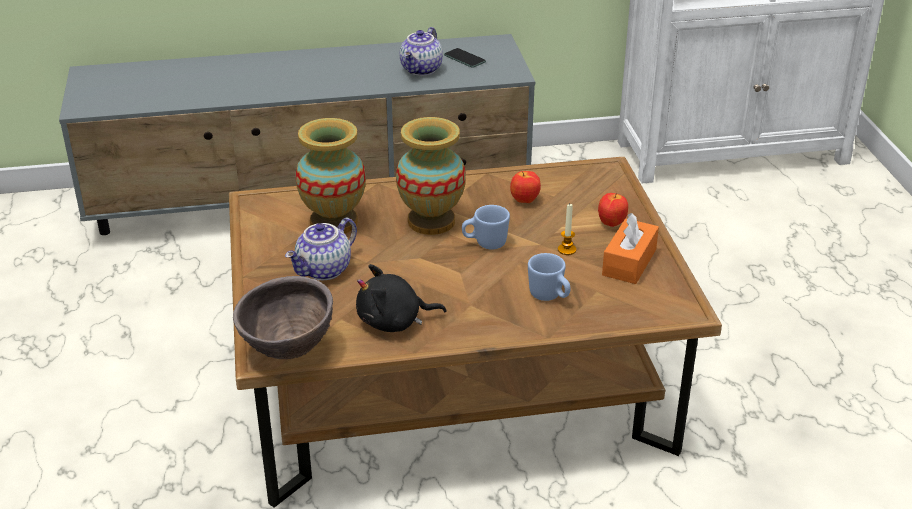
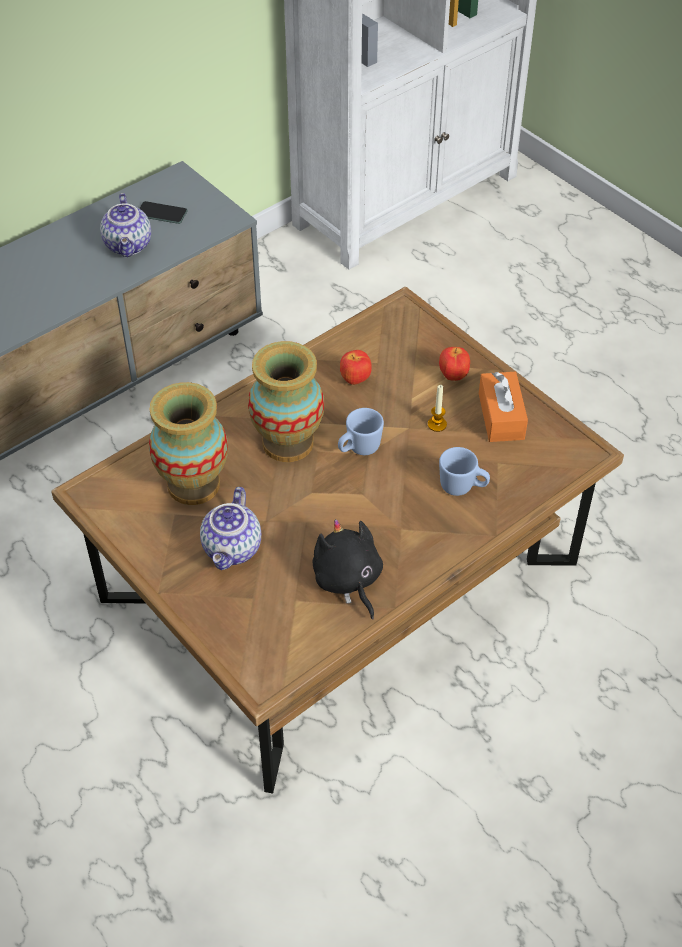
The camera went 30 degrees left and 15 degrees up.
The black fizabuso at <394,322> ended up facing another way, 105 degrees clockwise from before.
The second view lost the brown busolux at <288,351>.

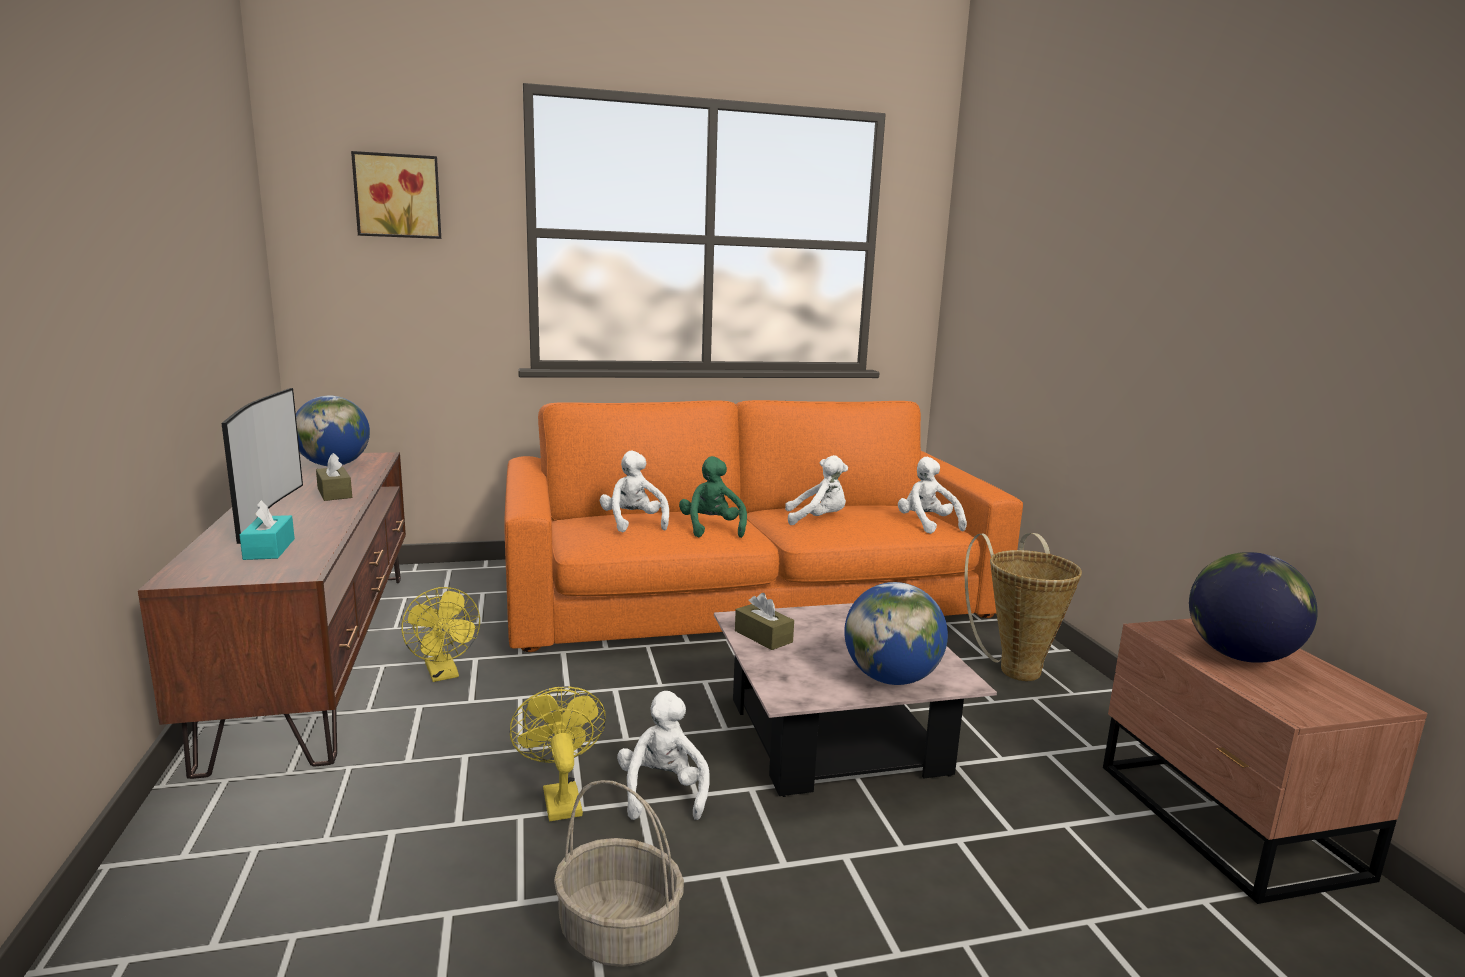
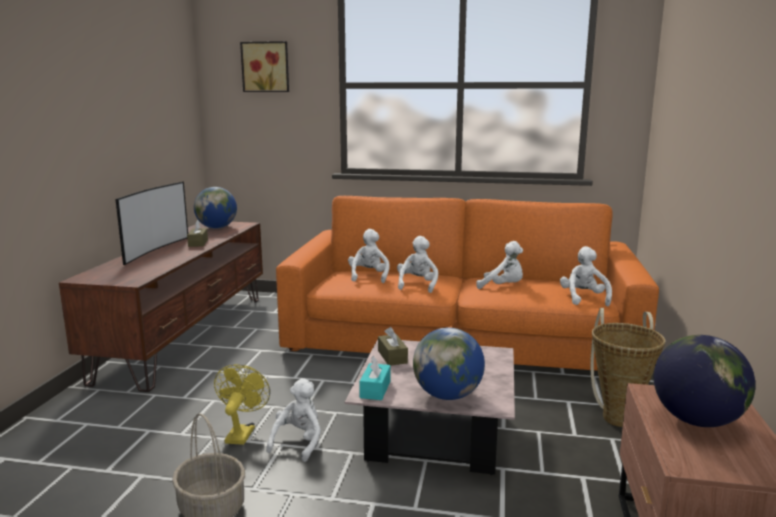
The camera went 25 degrees right and 0 degrees up.
The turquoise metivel ended up elsewhere, having gone from <269,549> to <375,389>.
What was the green fizabuso at <711,528> turned into the white fizabuso at <417,285>.
The second view lost the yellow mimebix at <444,674>.

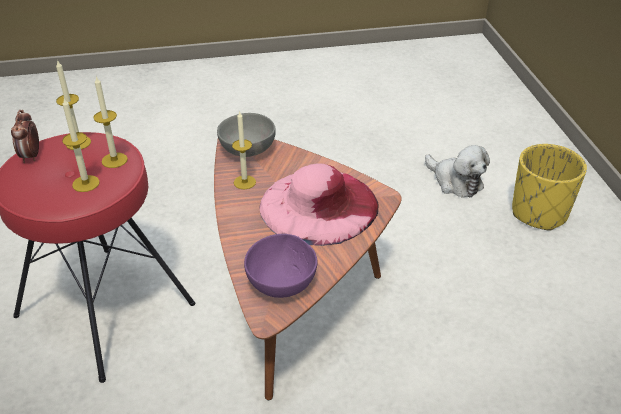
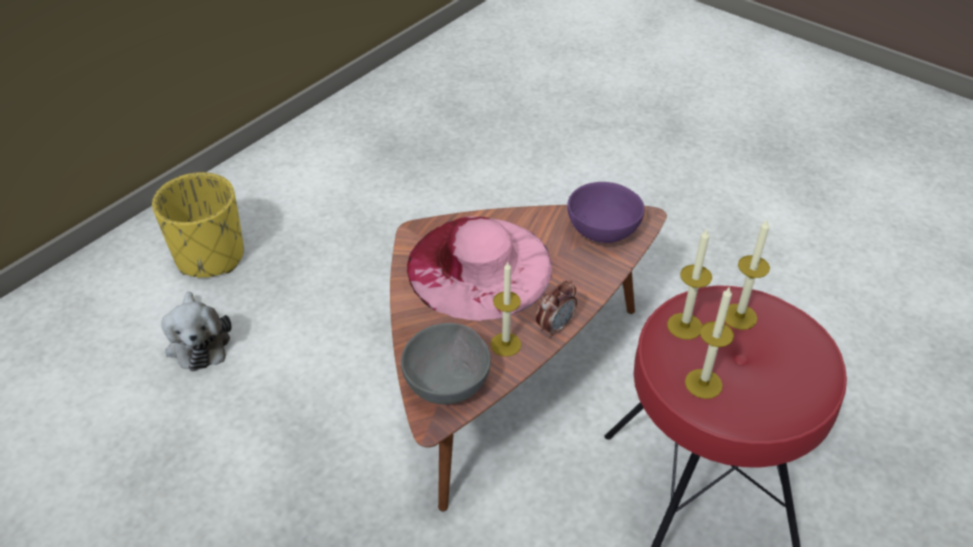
The camera went 130 degrees left and 5 degrees up.
The fizabuso at <455,182> ended up facing another way, 150 degrees clockwise from before.
The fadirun ended up elsewhere, having gone from <31,156> to <555,327>.

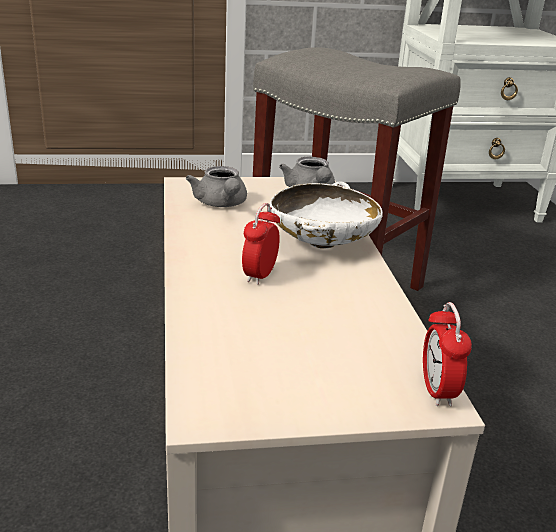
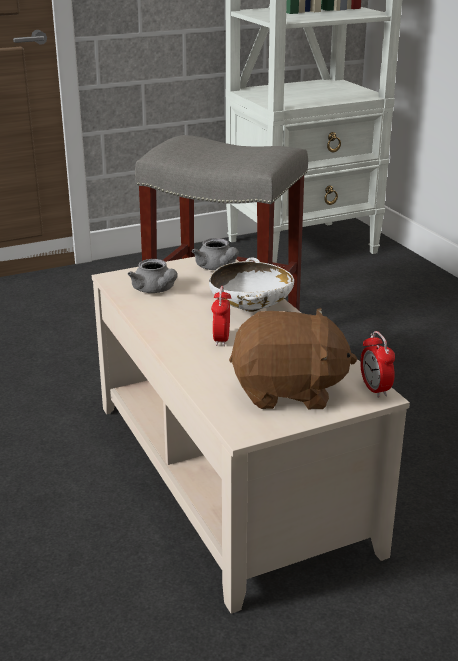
The camera went 15 degrees left and 0 degrees up.
The second view gained the brown fizabuso at <288,391>.

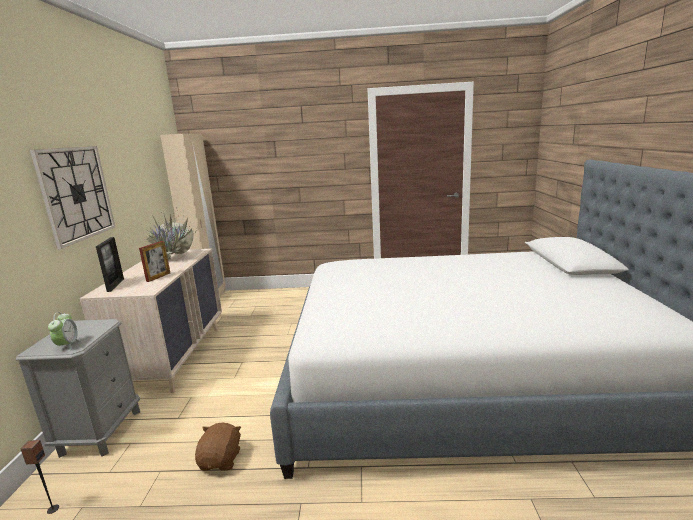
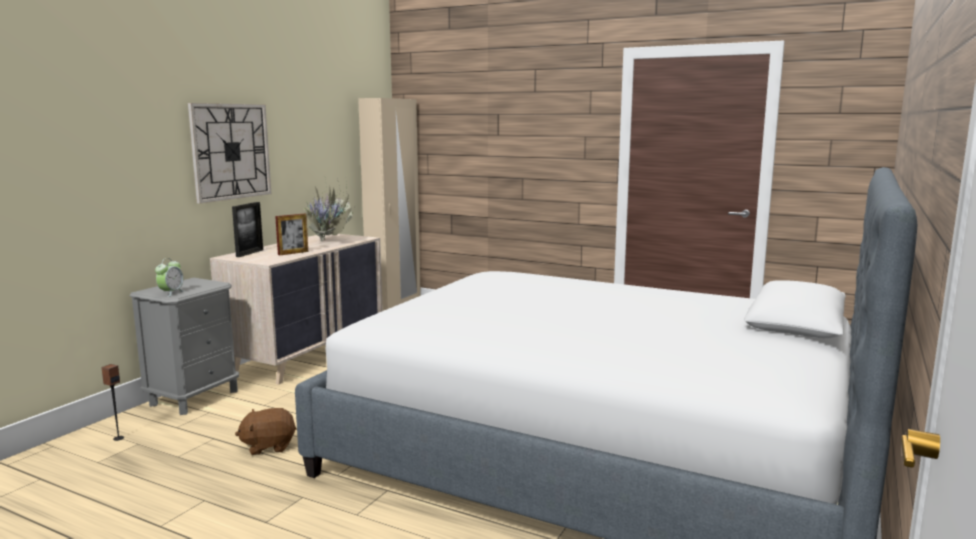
The camera went 25 degrees right and 5 degrees down.
The brown fizabuso at <221,460> ended up facing another way, 135 degrees counterclockwise from before.

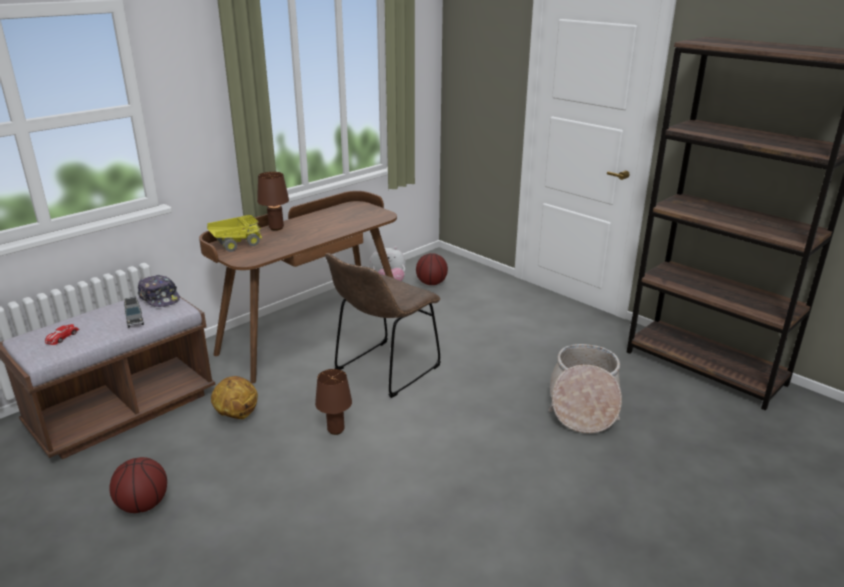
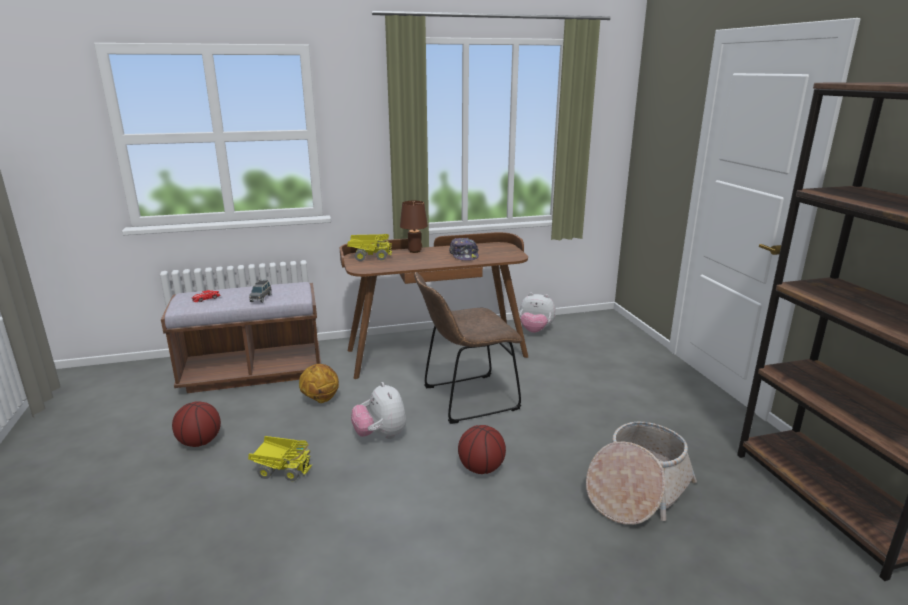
The camera went 30 degrees right and 5 degrees down.
The second view gained the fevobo at <282,469>.
Where the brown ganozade stood at <336,430>, the fizabuso came to stand at <380,435>.
The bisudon ended up elsewhere, having gone from <159,298> to <464,255>.
The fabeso ended up elsewhere, having gone from <431,283> to <481,469>.

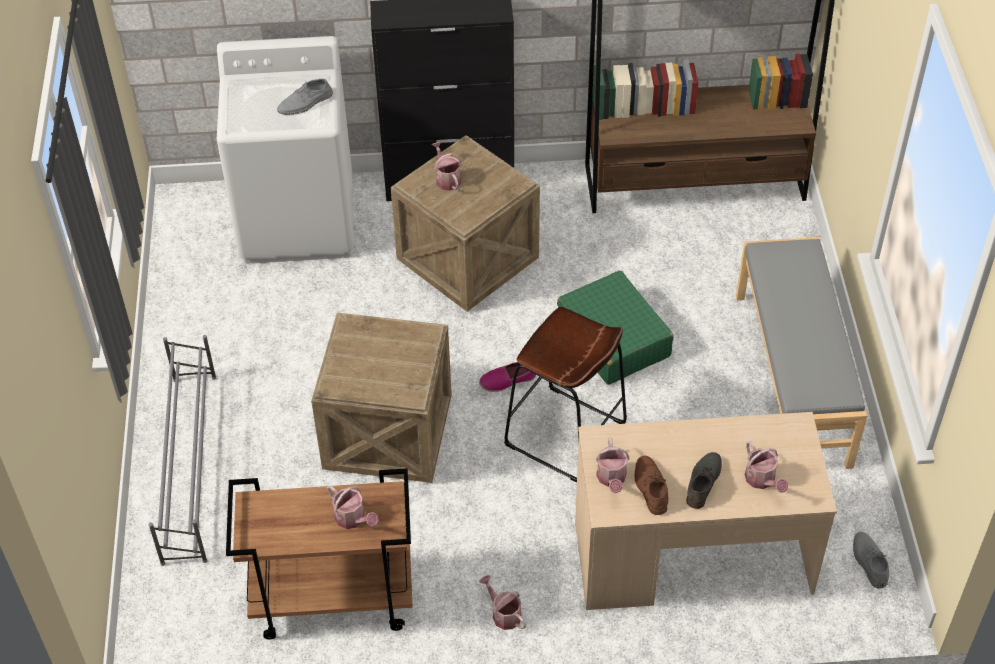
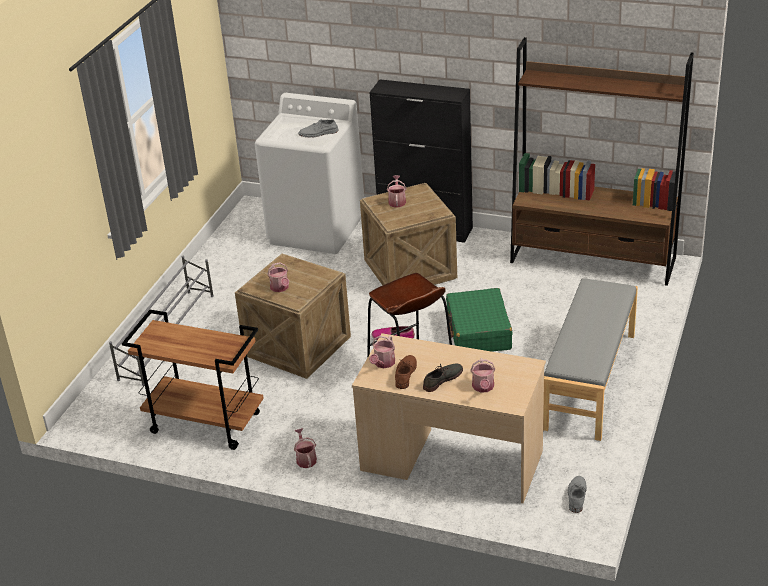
The camera went 25 degrees right and 15 degrees down.
The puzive ended up elsewhere, having gone from <353,519> to <280,288>.

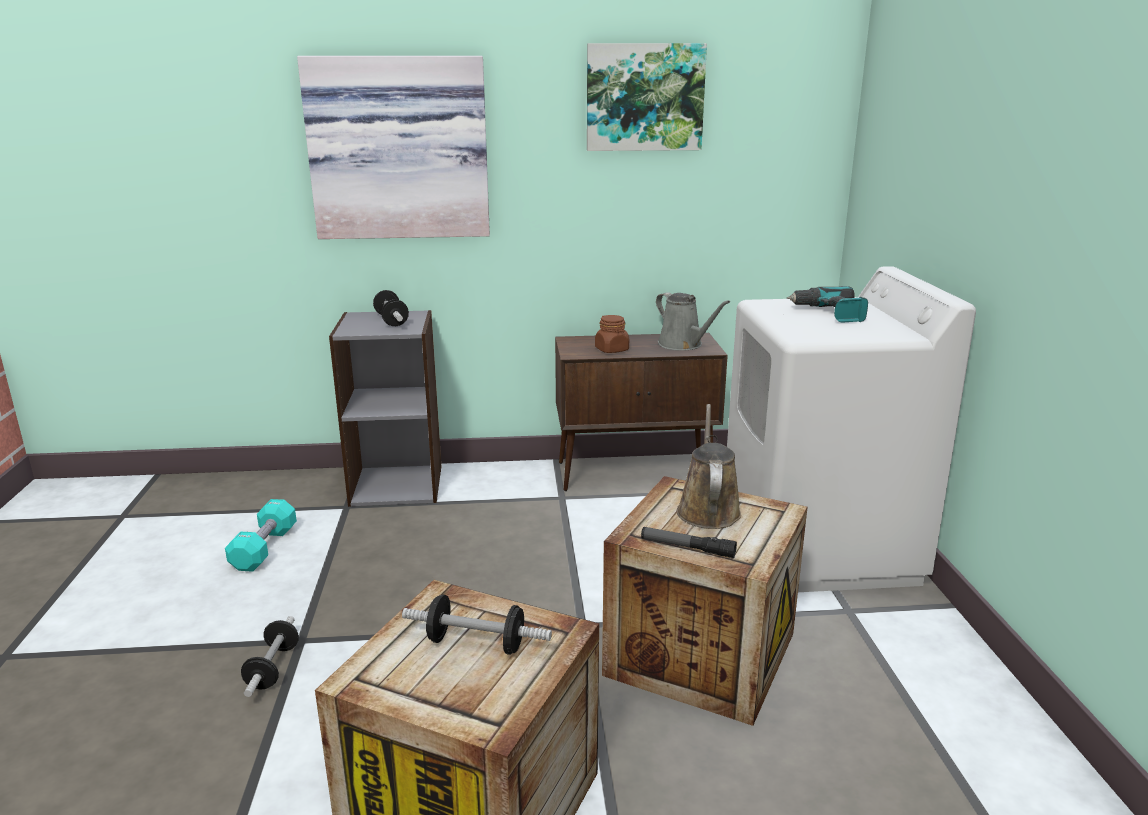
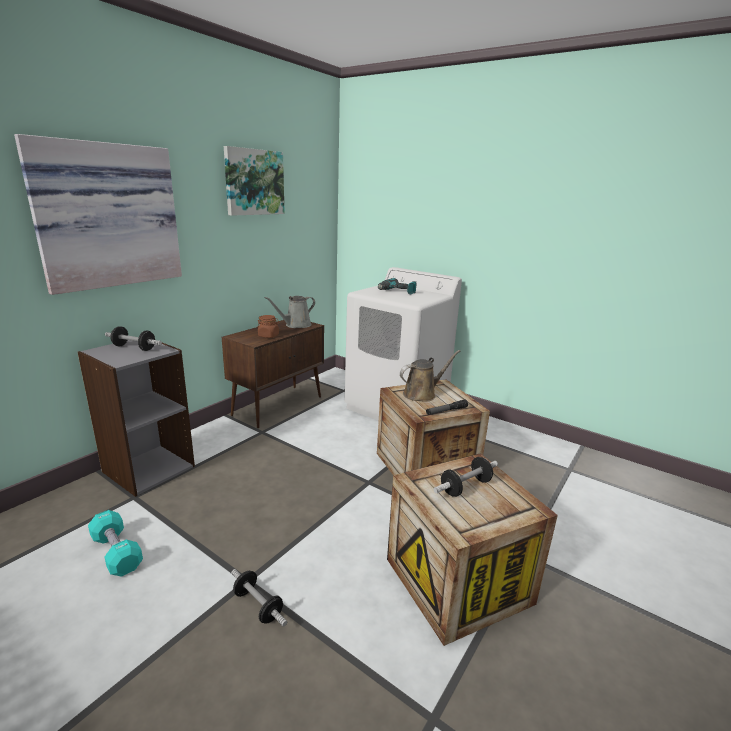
The camera went 50 degrees left and 0 degrees up.
The grey puzive at <683,345> ended up facing another way, 135 degrees clockwise from before.
The brown puzive at <708,509> ended up facing another way, 105 degrees clockwise from before.

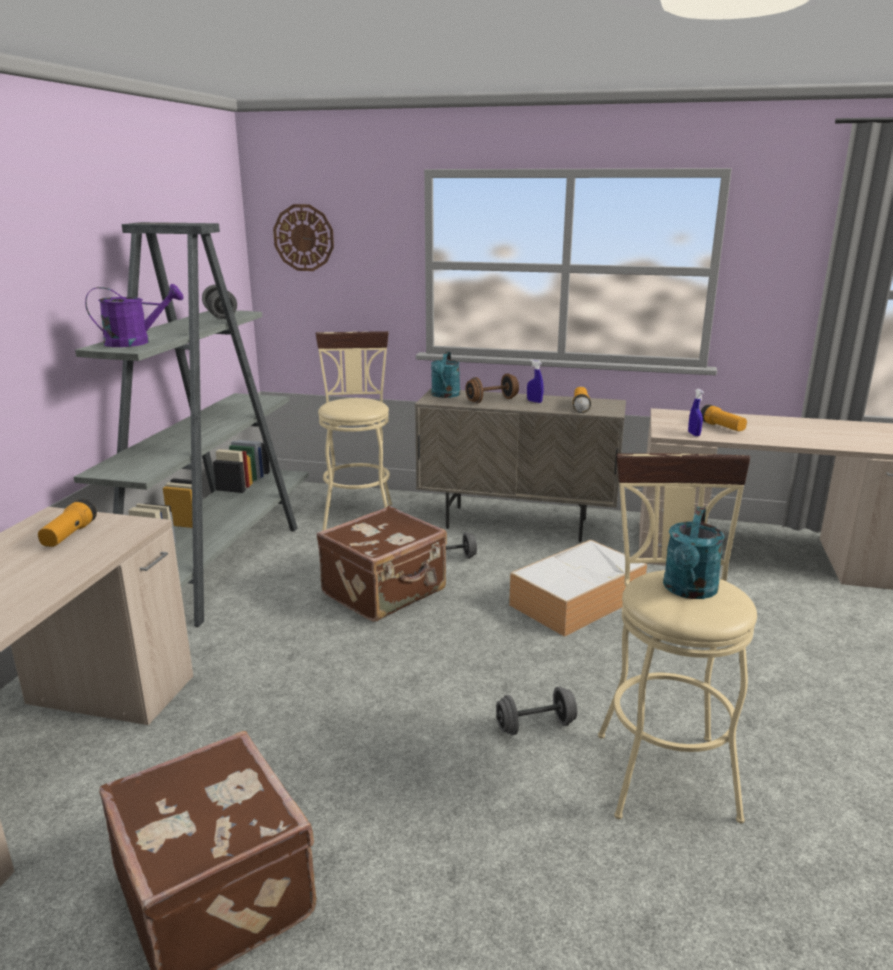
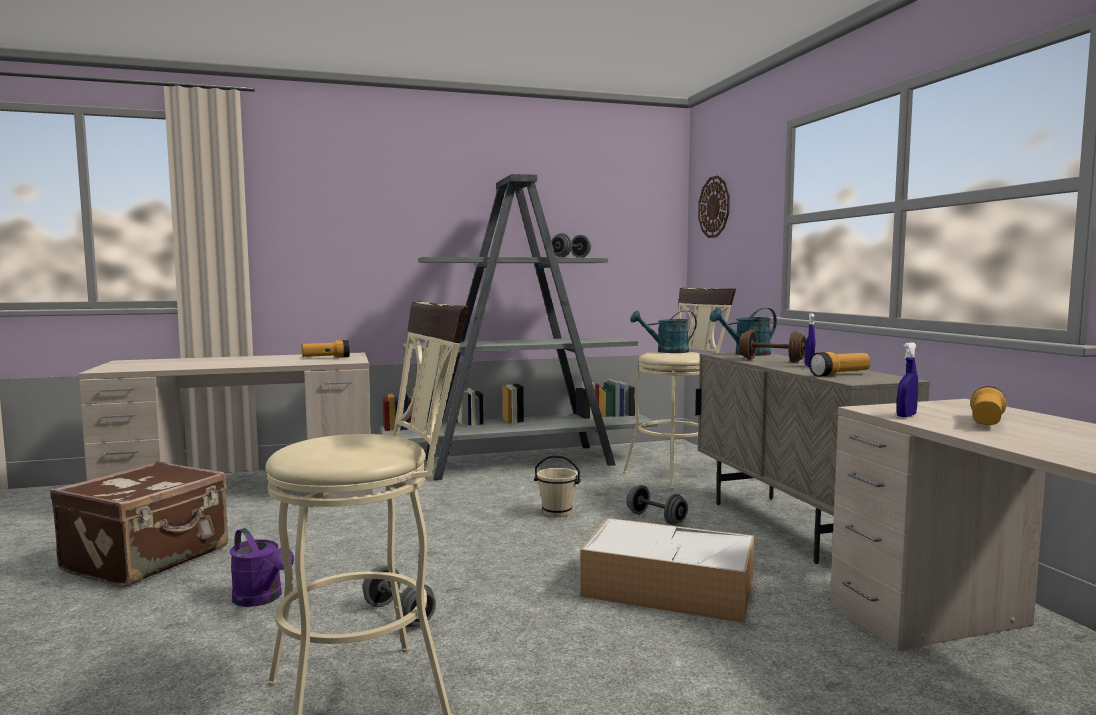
The camera went 60 degrees right and 15 degrees down.
The purple puzive ended up elsewhere, having gone from <136,342> to <262,599>.
Where the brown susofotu stood at <385,592>, the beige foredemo came to stand at <557,513>.
The turquoise puzive ended up elsewhere, having gone from <689,591> to <666,351>.

